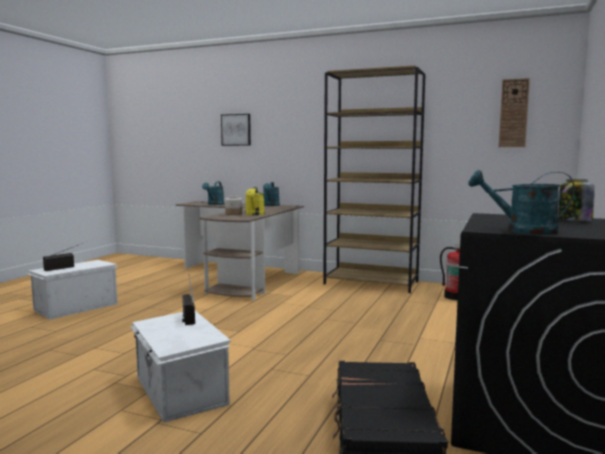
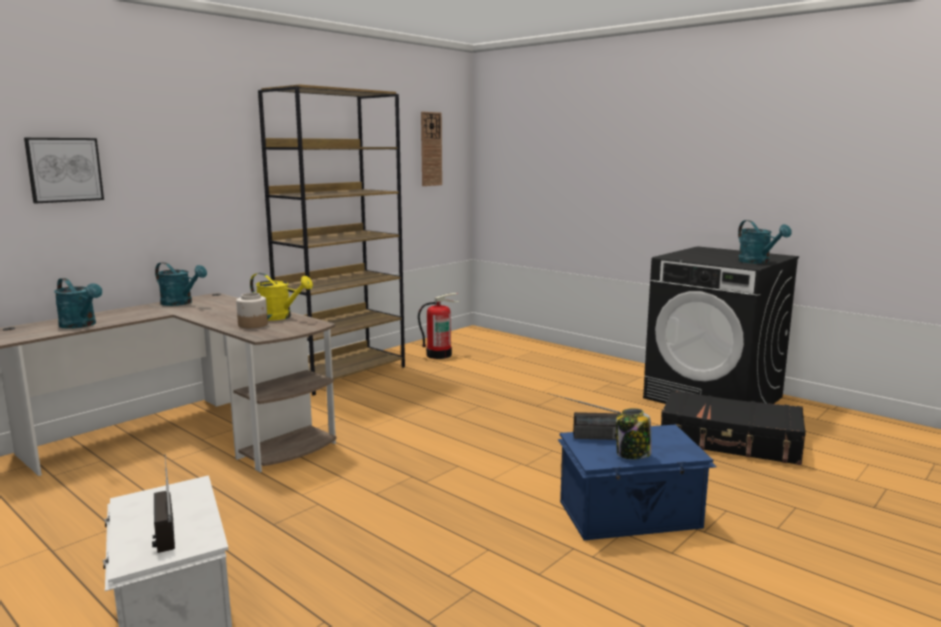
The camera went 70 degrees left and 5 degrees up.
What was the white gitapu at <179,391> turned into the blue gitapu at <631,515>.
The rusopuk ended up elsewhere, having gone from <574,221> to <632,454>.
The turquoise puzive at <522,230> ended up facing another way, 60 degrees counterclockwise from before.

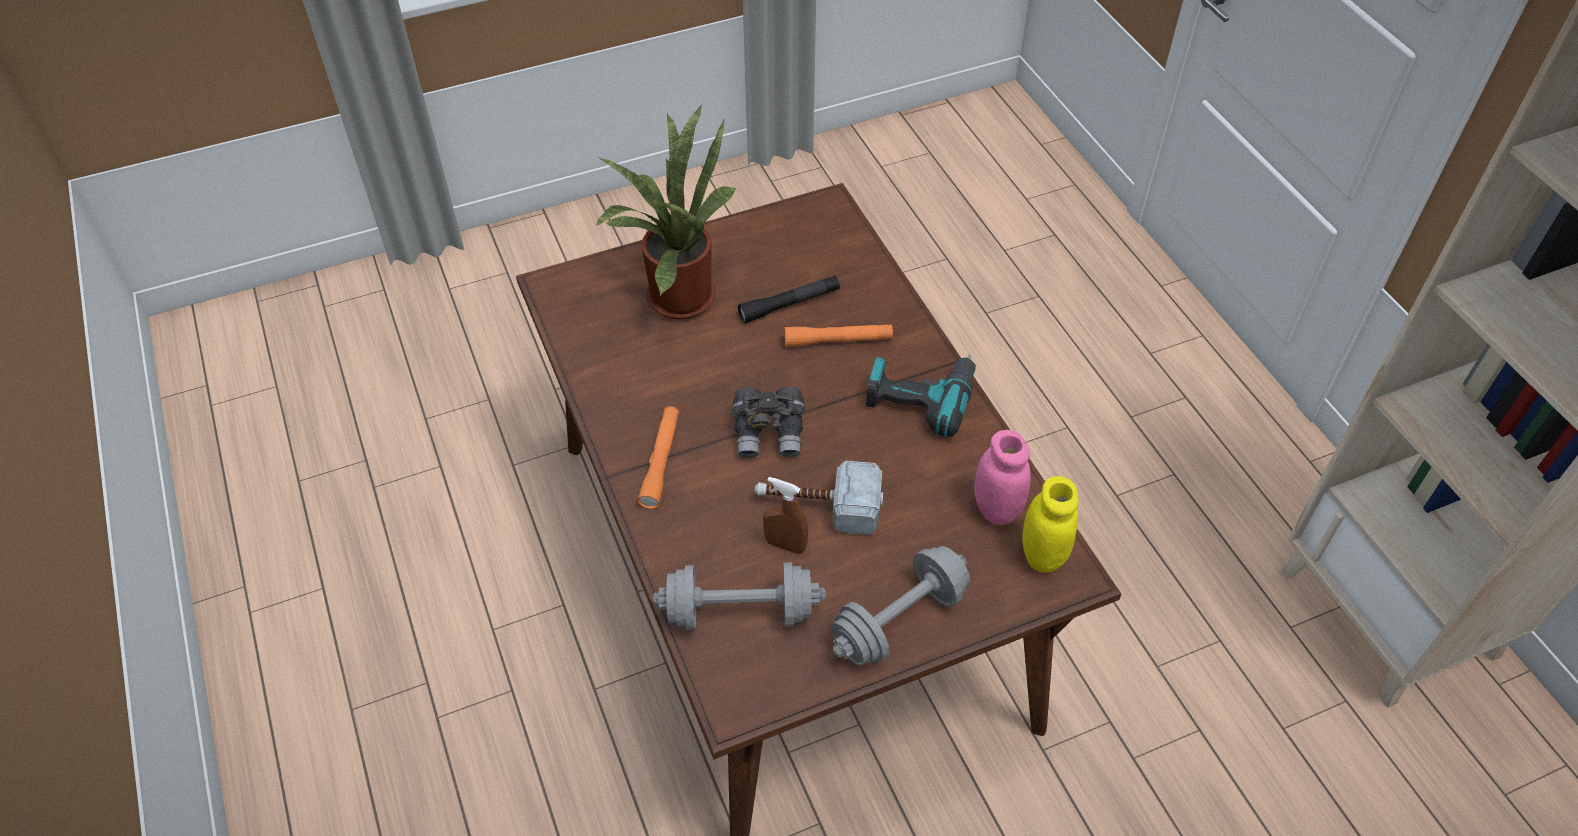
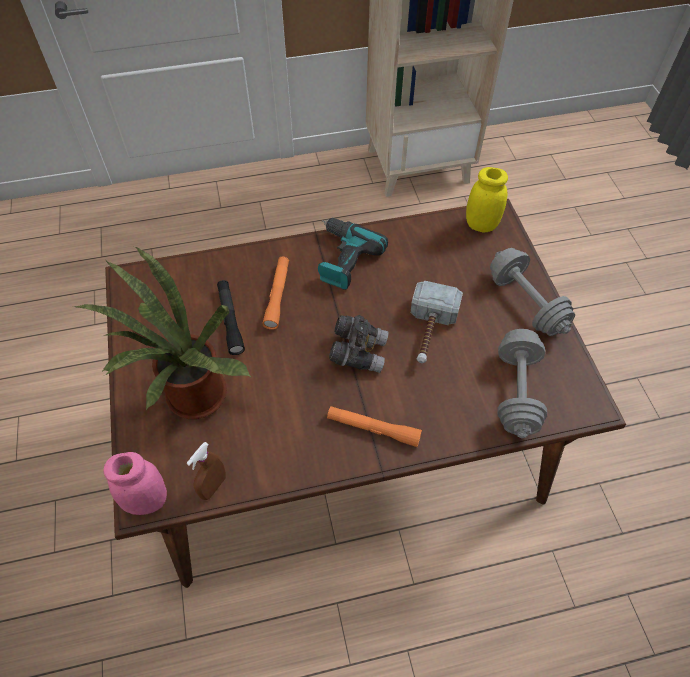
The camera went 80 degrees left and 5 degrees up.
The pink rusopuk ended up elsewhere, having gone from <996,509> to <147,500>.
The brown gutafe ended up elsewhere, having gone from <785,545> to <213,486>.

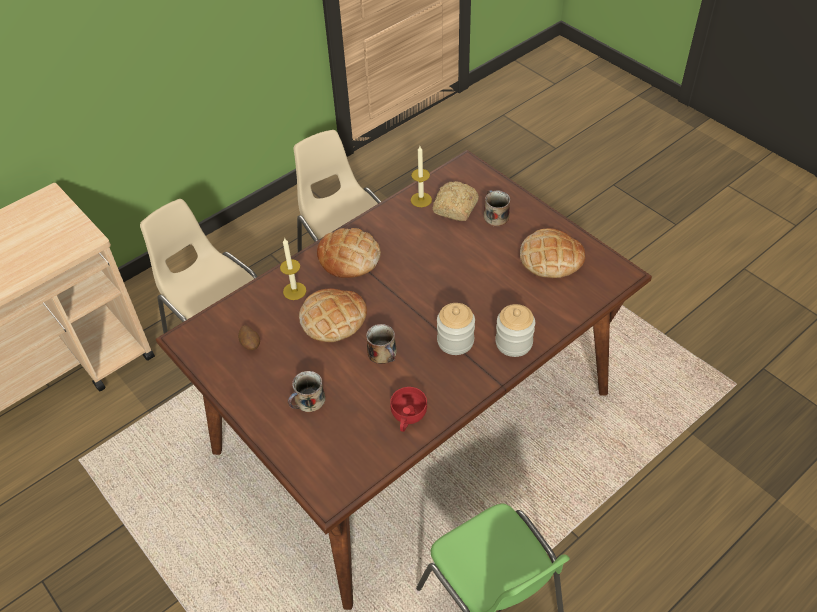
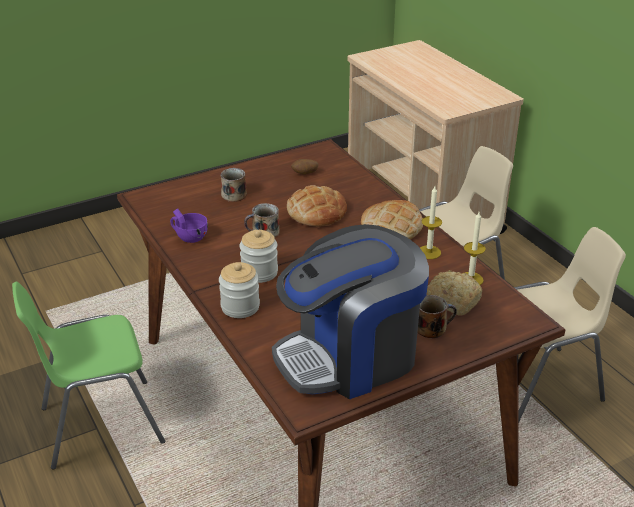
The camera went 100 degrees right and 15 degrees down.
What was the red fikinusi at <408,418> turned into the purple fikinusi at <189,237>.
Where the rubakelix stood at <551,258>, the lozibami came to stand at <350,356>.
The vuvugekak ended up elsewhere, having gone from <294,291> to <429,252>.

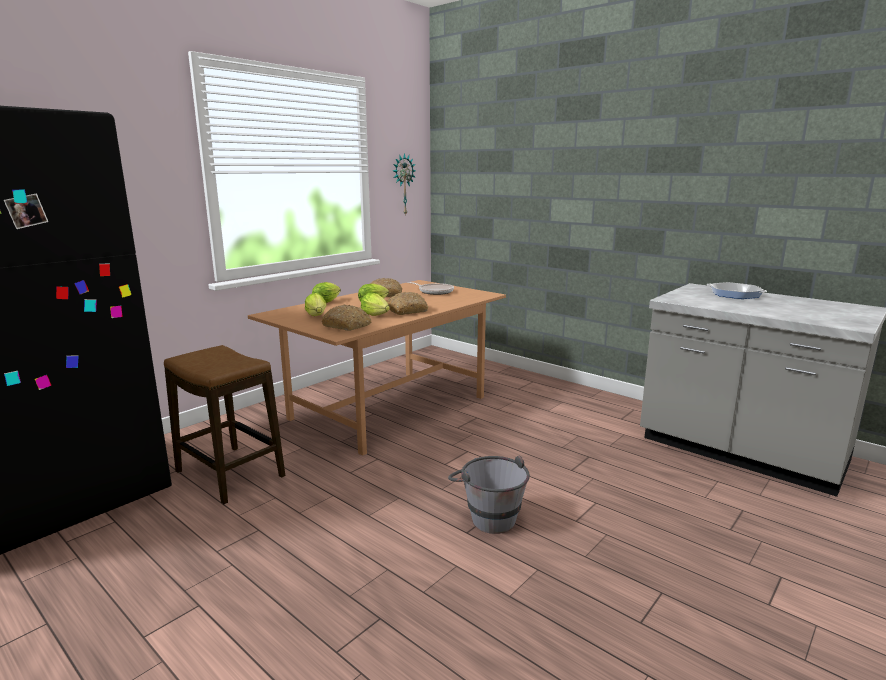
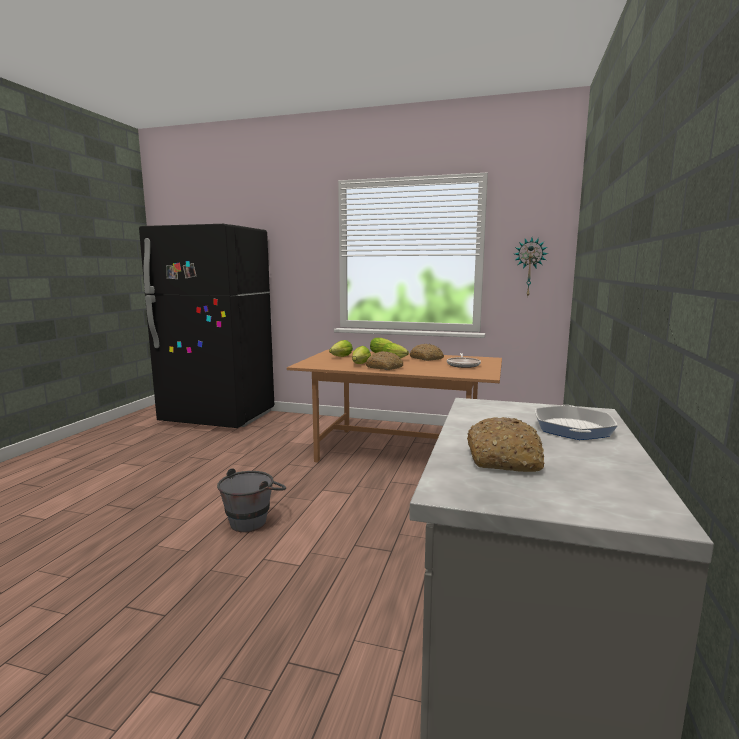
The camera went 65 degrees right and 5 degrees down.
The rubakelix ended up elsewhere, having gone from <347,326> to <505,459>.
The second view lost the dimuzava at <229,474>.

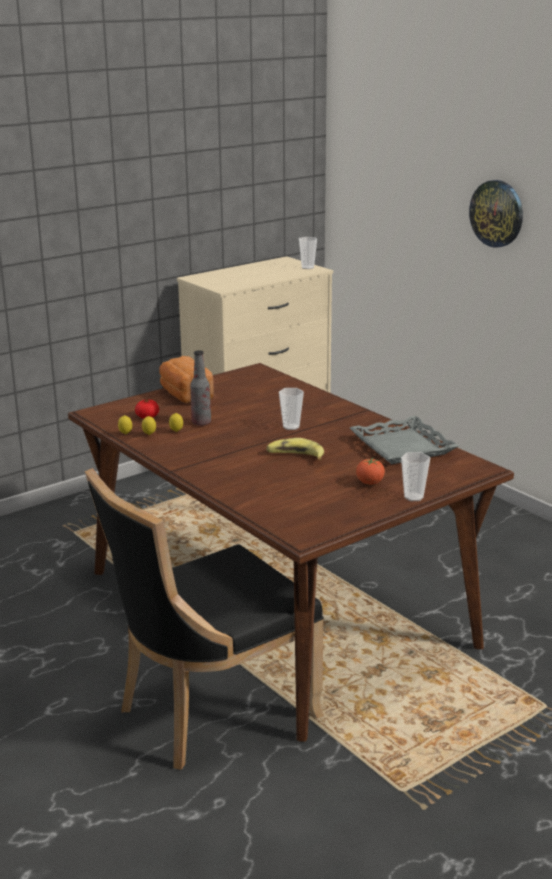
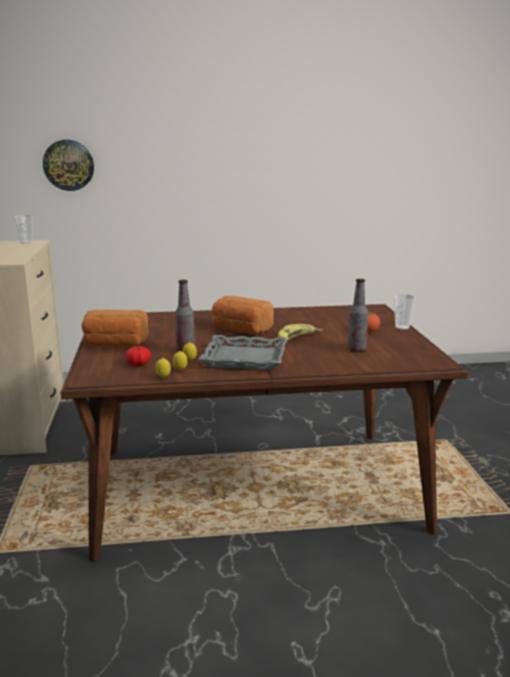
The camera went 60 degrees left and 5 degrees down.
The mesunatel ended up elsewhere, having gone from <497,213> to <68,165>.
The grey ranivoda ended up elsewhere, having gone from <403,447> to <245,358>.
Where the fikinusi stood at <291,427>, the rubakelix came to stand at <240,330>.
The second view gained the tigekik at <356,349>.
The second view lost the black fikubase at <209,712>.

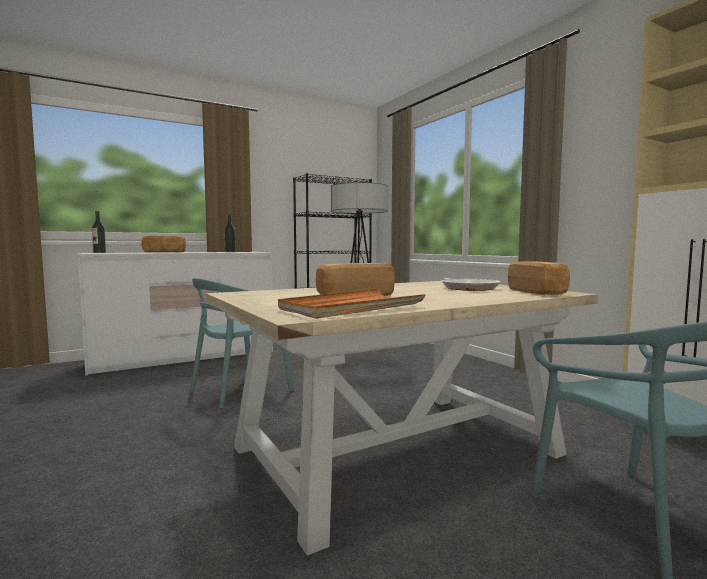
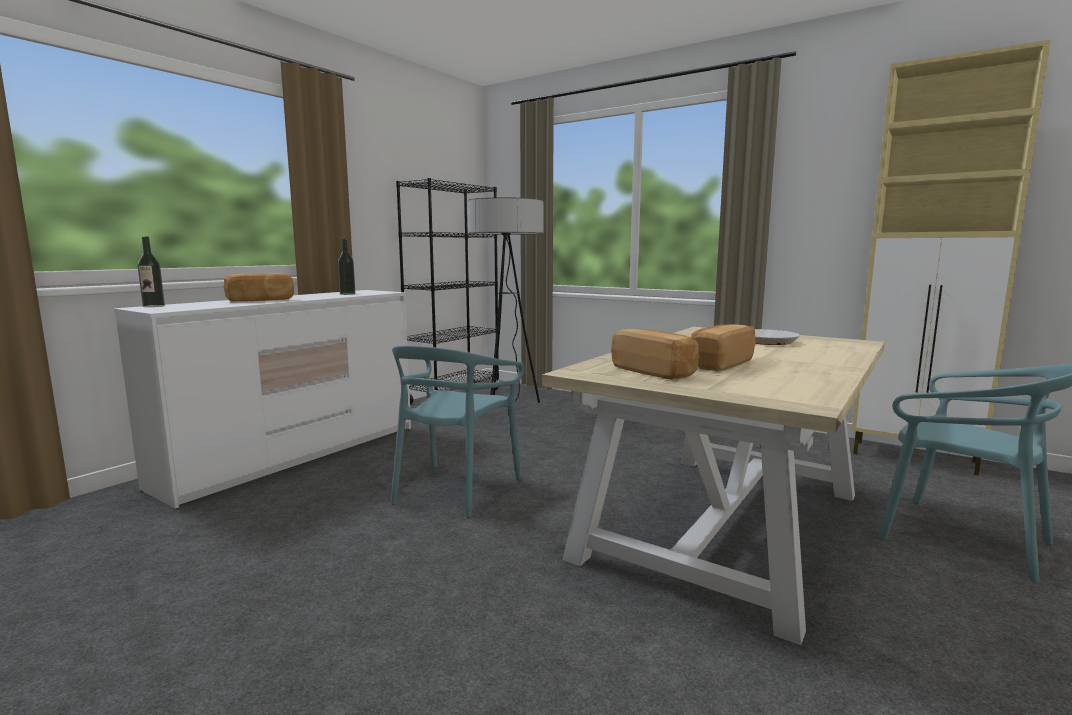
The camera went 25 degrees left and 5 degrees up.
The rubakelix ended up elsewhere, having gone from <537,292> to <653,371>.
The second view lost the orange ranivoda at <351,308>.

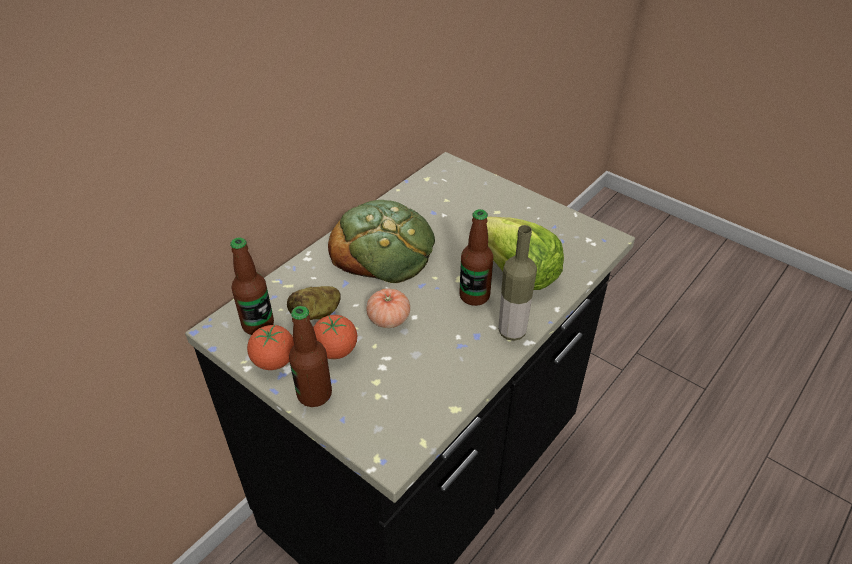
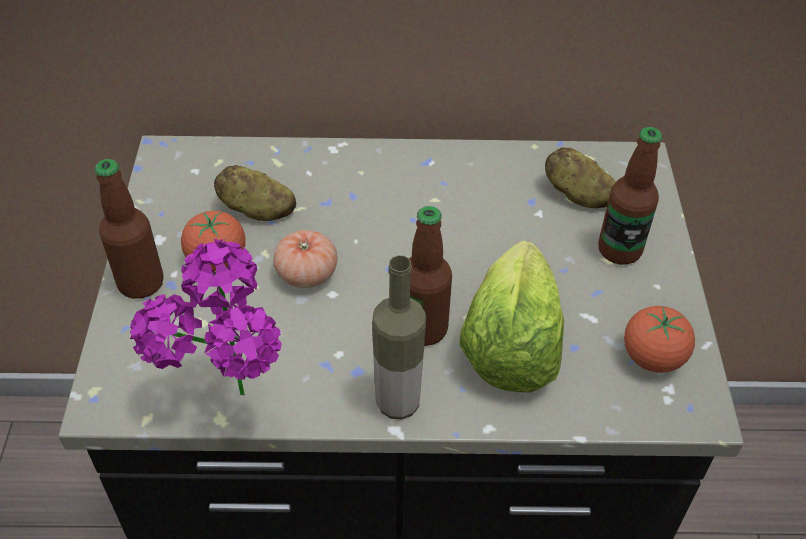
The camera went 50 degrees right and 5 degrees up.
The second view gained the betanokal at <233,416>.
The second view gained the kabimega at <577,195>.
The tigekik ended up elsewhere, having gone from <258,325> to <619,250>.
The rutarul ended up elsewhere, having gone from <274,361> to <652,357>.
The second view lost the rubakelix at <383,247>.

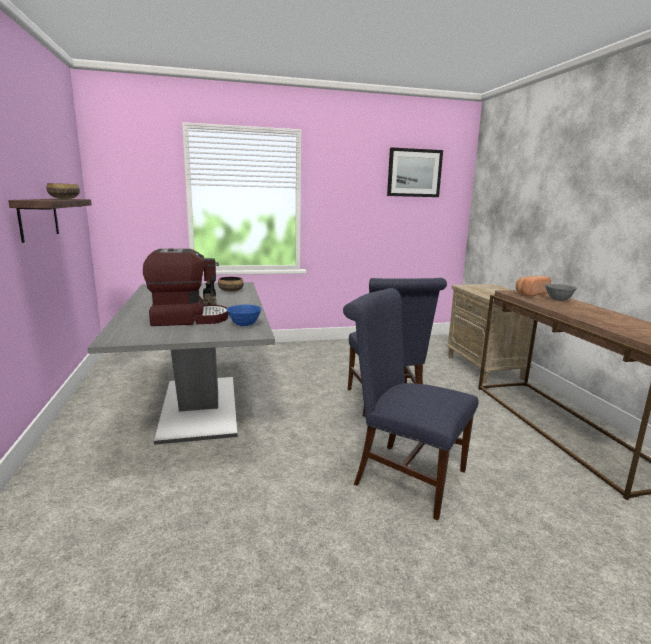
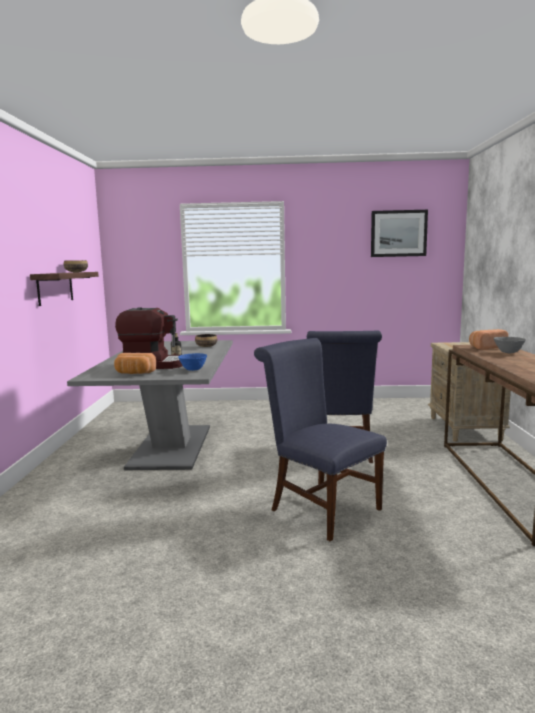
The camera went 15 degrees right and 5 degrees down.
The second view gained the rubakelix at <134,373>.

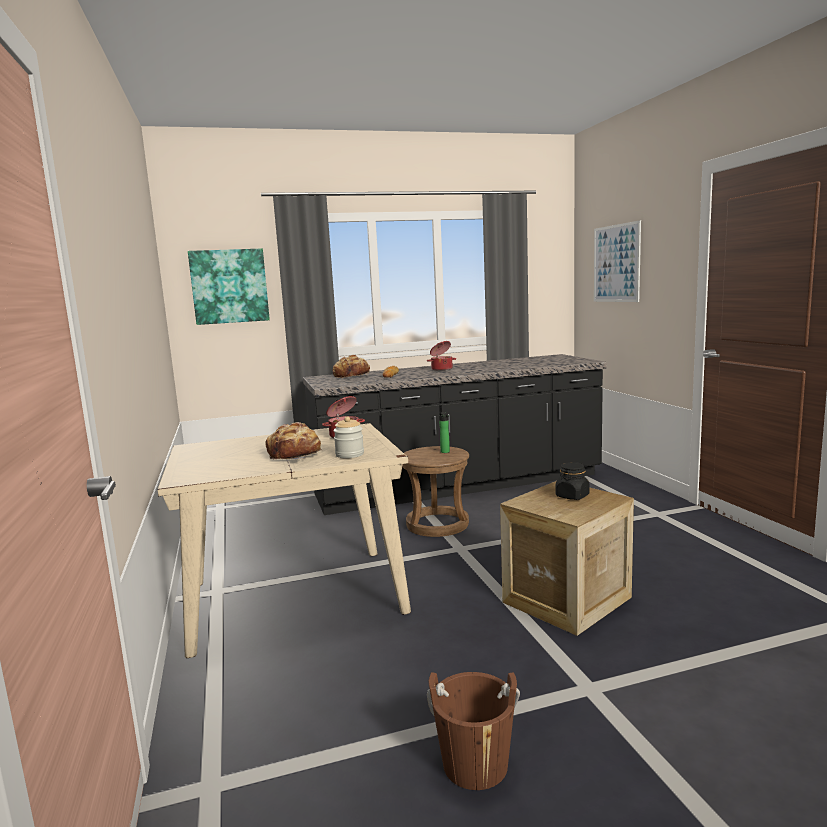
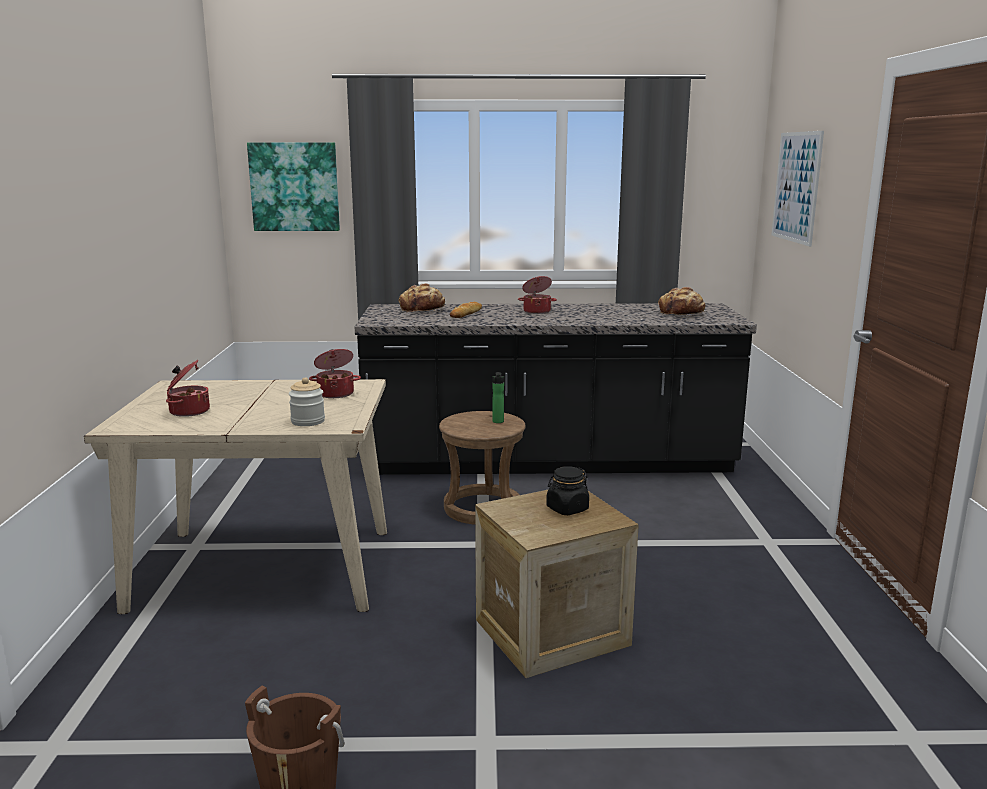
The camera went 15 degrees right and 5 degrees up.
The second view gained the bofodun at <188,411>.
The rubakelix ended up elsewhere, having gone from <295,454> to <682,313>.

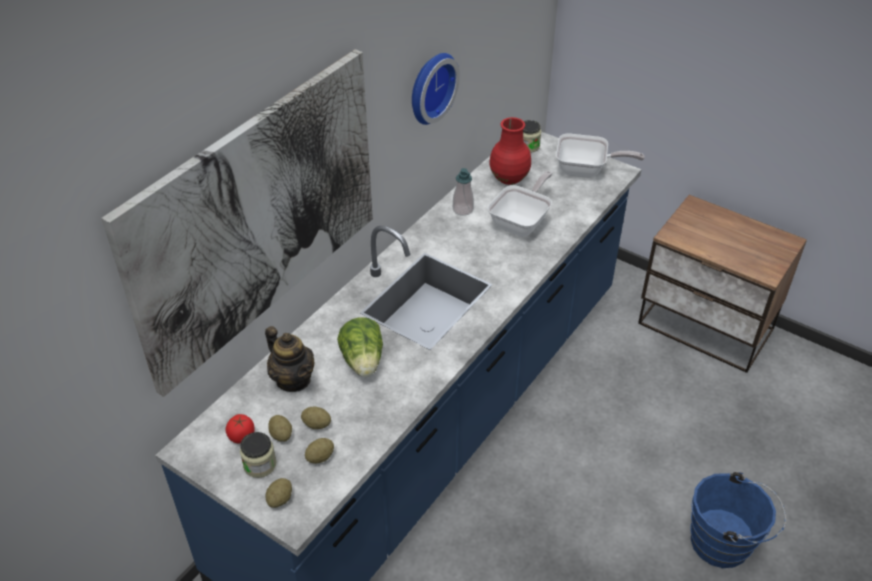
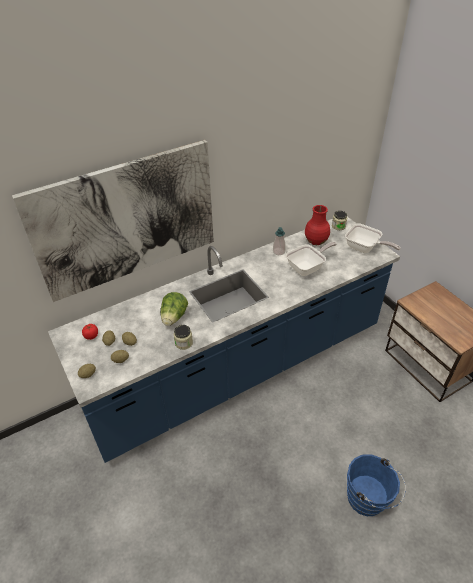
The camera went 25 degrees right and 0 degrees up.
The rusopuk ended up elsewhere, having gone from <260,464> to <184,343>.
The second view lost the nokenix at <293,380>.
The second view lost the mesunatel at <429,87>.

